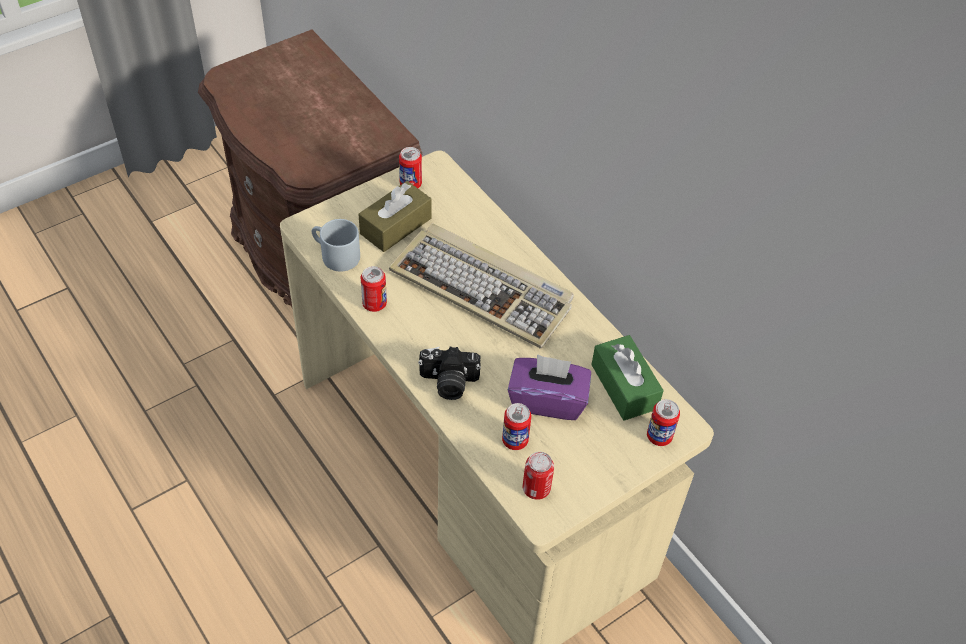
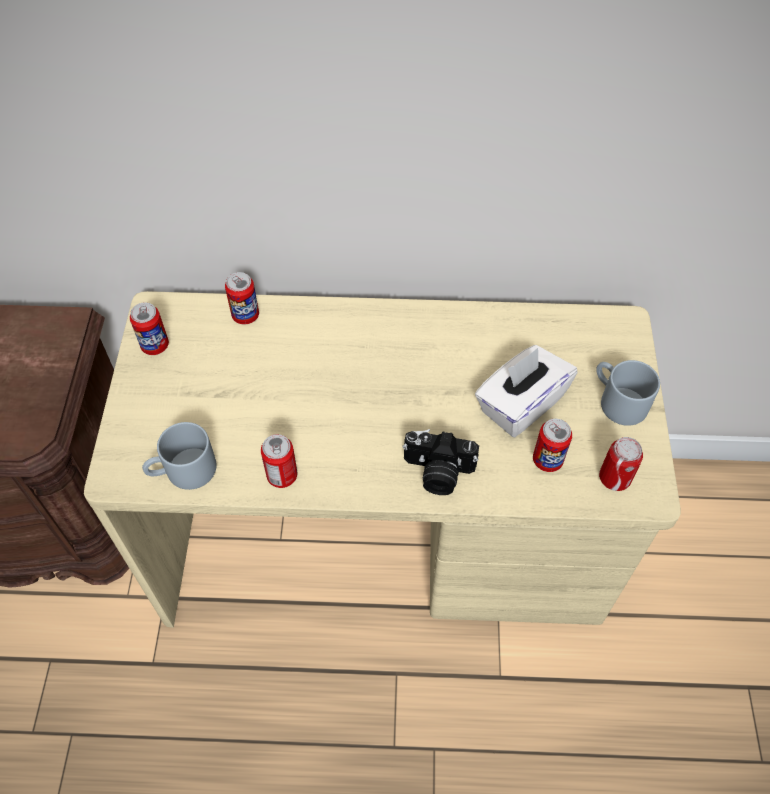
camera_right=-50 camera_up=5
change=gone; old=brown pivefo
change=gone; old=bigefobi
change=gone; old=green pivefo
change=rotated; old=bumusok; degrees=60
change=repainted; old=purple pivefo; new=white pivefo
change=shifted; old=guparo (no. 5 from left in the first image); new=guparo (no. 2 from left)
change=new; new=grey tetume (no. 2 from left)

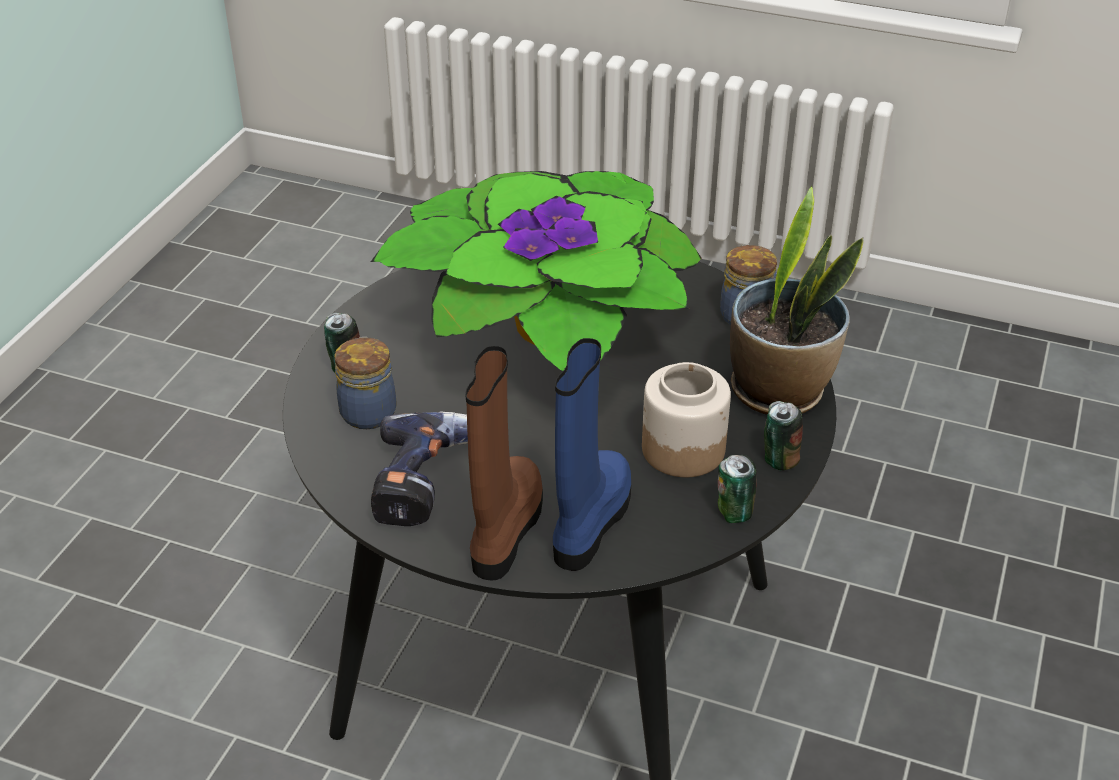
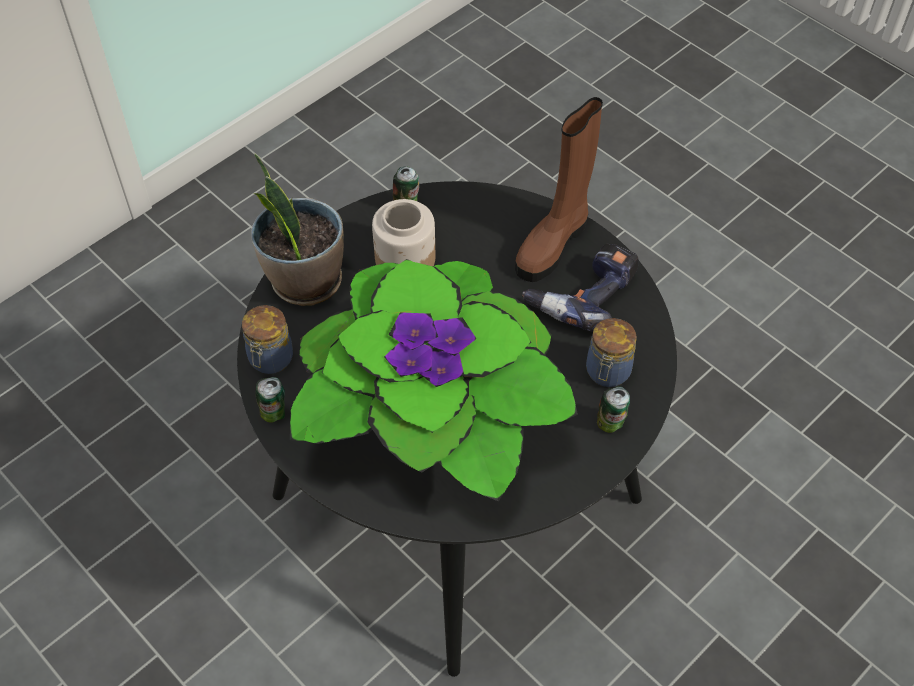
camera_right=-155 camera_up=15
change=gone; old=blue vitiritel
change=shifted; old=guparo (no. 3 from left in the first image); new=guparo (no. 1 from left)

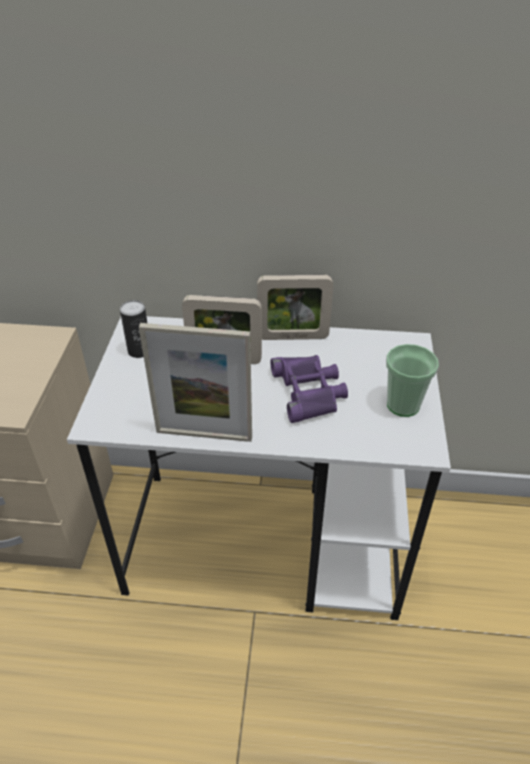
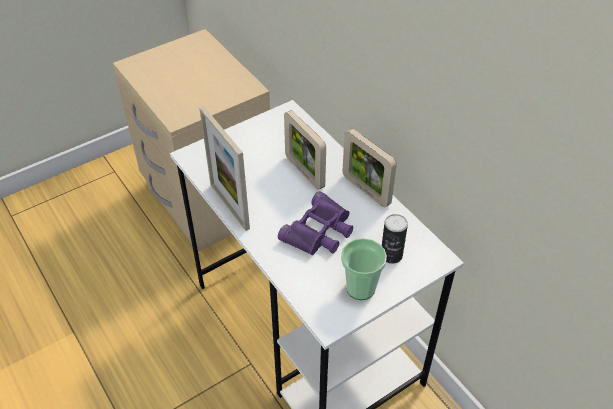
camera_right=50 camera_up=5
change=shifted; old=guparo

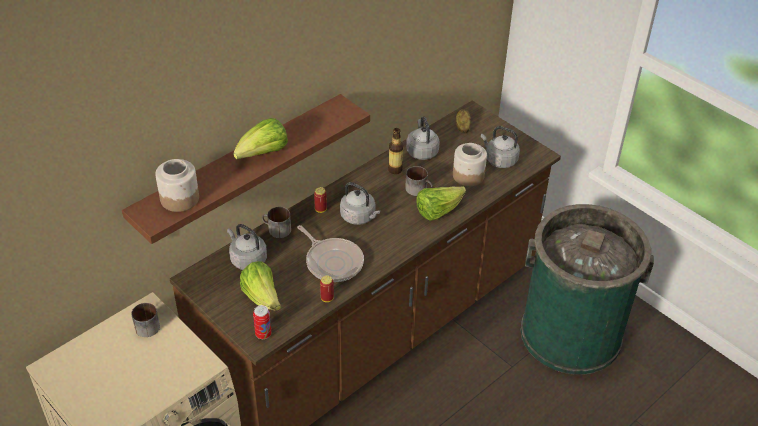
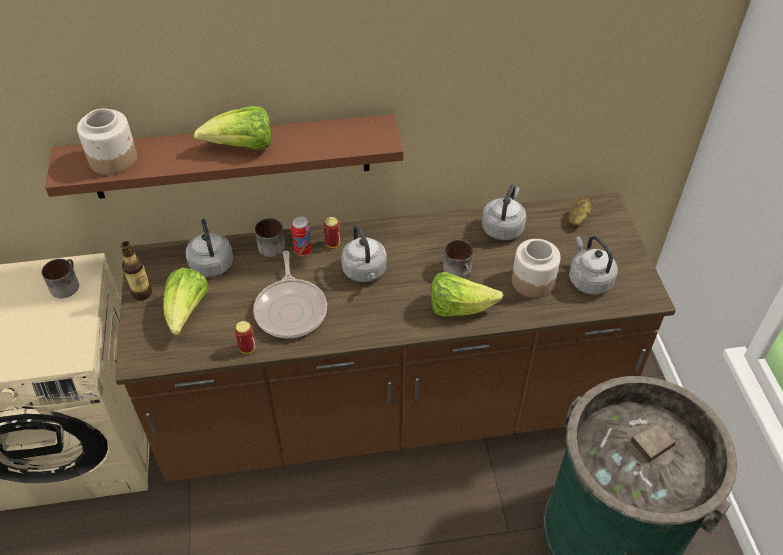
camera_right=35 camera_up=5
change=shifted; old=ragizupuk
change=shifted; old=guparo (no. 1 from left in the first image); new=guparo (no. 2 from left)

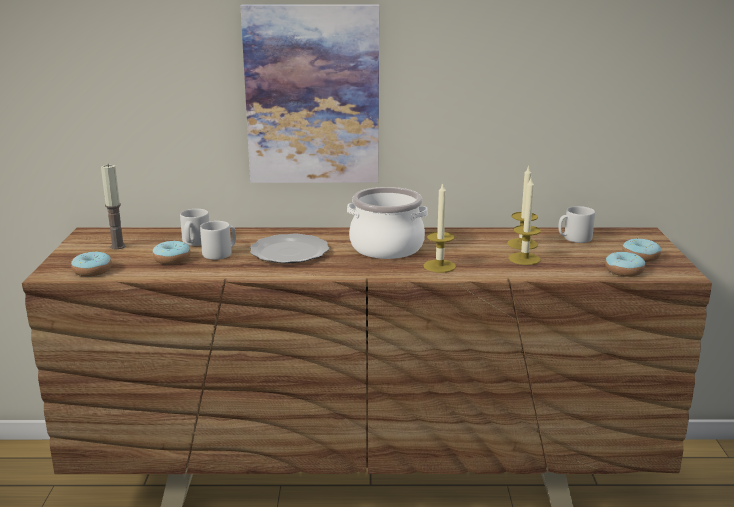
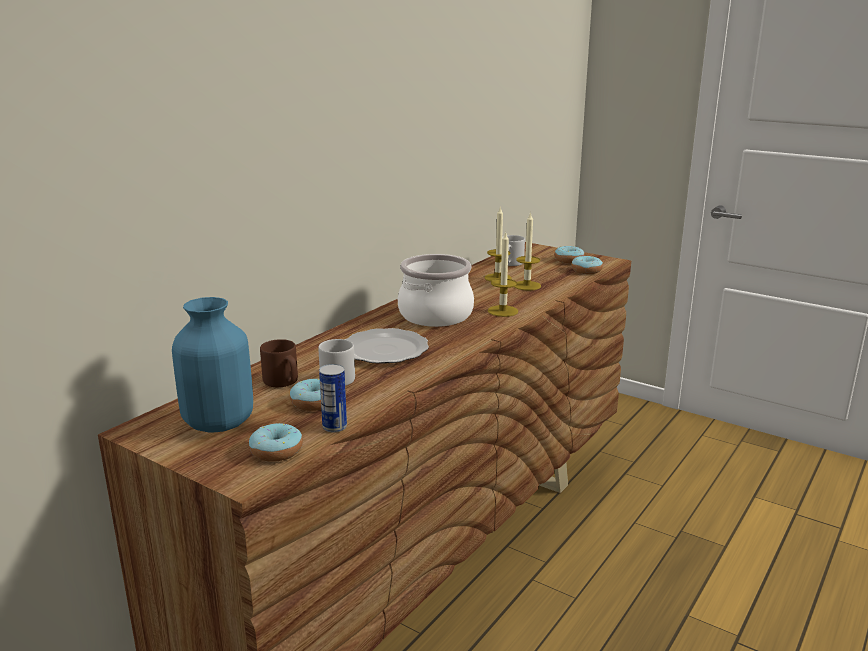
camera_right=-55 camera_up=0
change=gone; old=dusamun
change=swapped; old=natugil (no. 1 from left); new=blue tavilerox
change=repainted; old=grey tetume (no. 1 from left); new=brown tetume
change=new; new=guparo

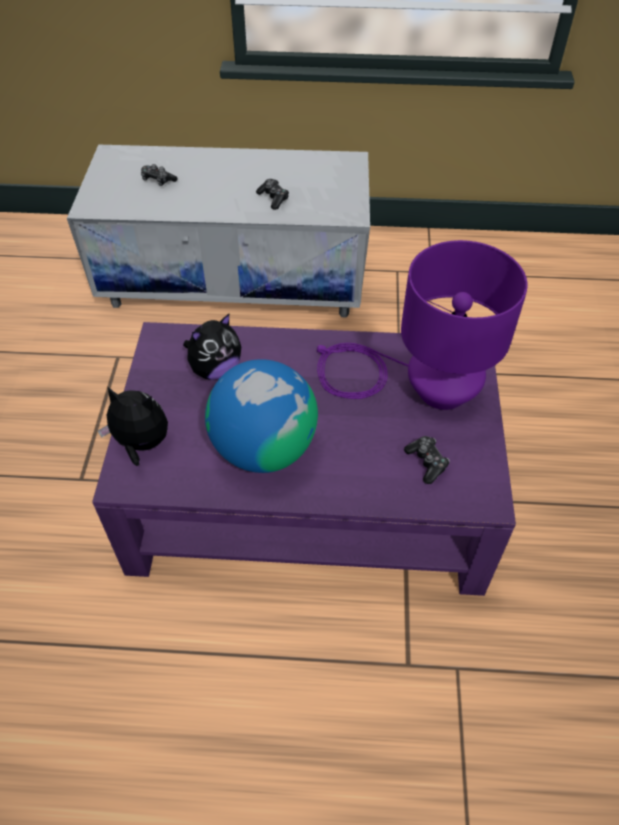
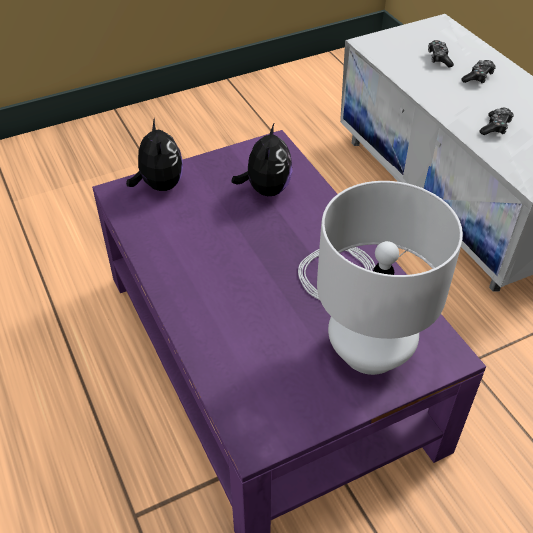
camera_right=60 camera_up=-5
change=repainted; old=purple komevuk; new=white komevuk
change=rotated; old=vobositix (no. 2 from left); degrees=-105
change=gone; old=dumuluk
change=shifted; old=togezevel (no. 3 from left in the first image); new=togezevel (no. 2 from left)

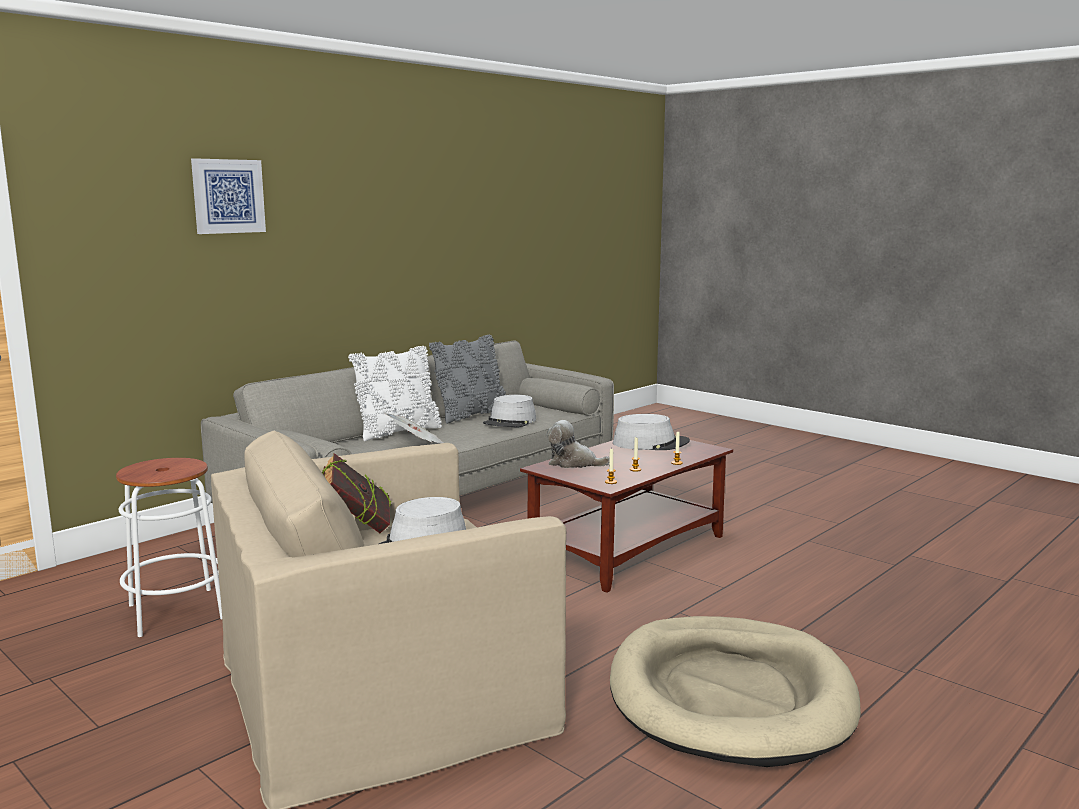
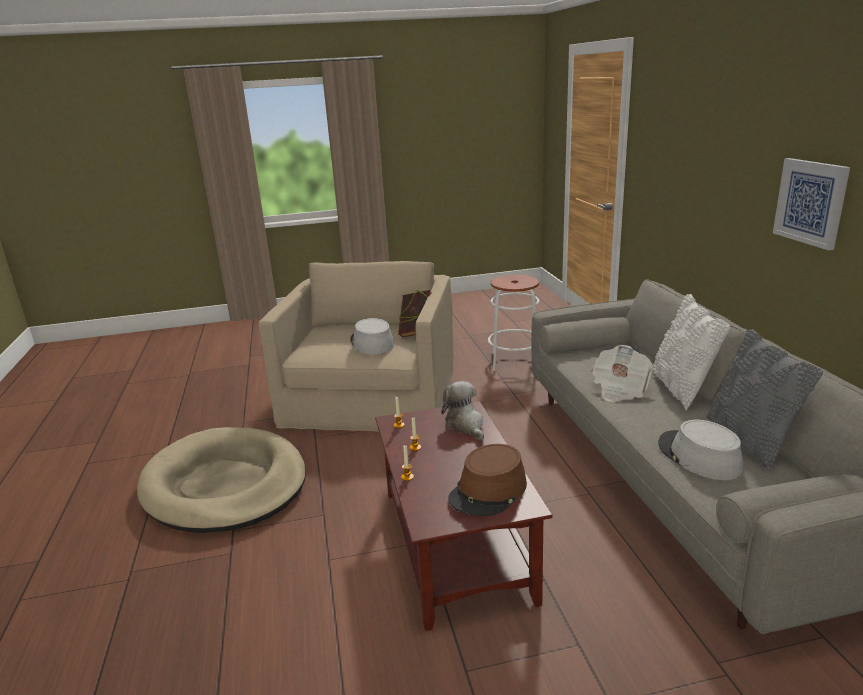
camera_right=125 camera_up=10
change=shifted; old=dusamun
change=repainted; old=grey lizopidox (no. 3 from left); new=brown lizopidox
change=rotated; old=vobositix; degrees=-75

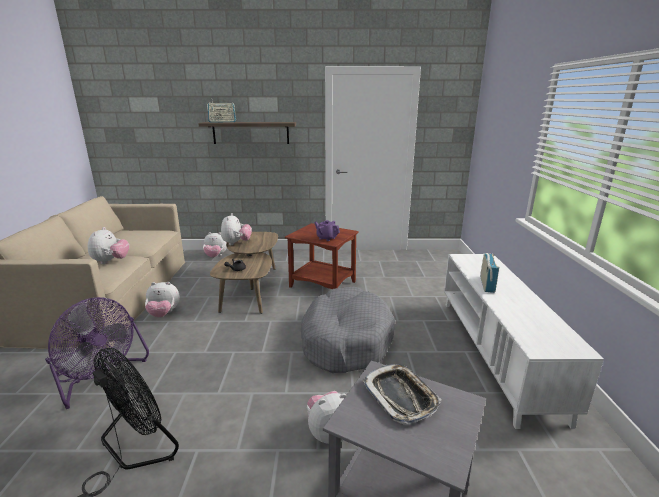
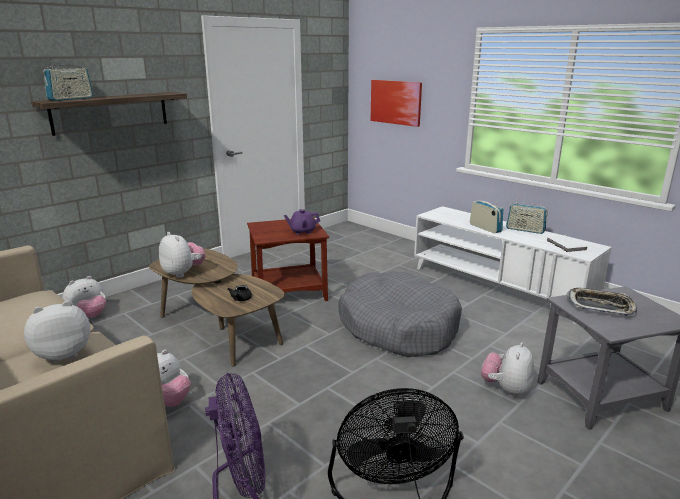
camera_right=-45 camera_up=0
change=rotated; old=vobositix (no. 1 from left); degrees=-75
change=new; new=dusamun
change=new; new=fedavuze (no. 3 from left)
change=new; new=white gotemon

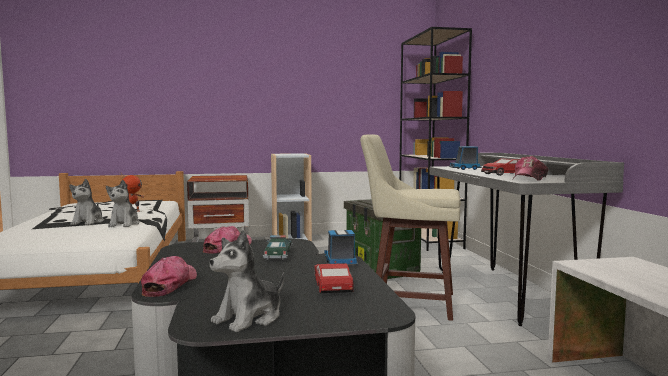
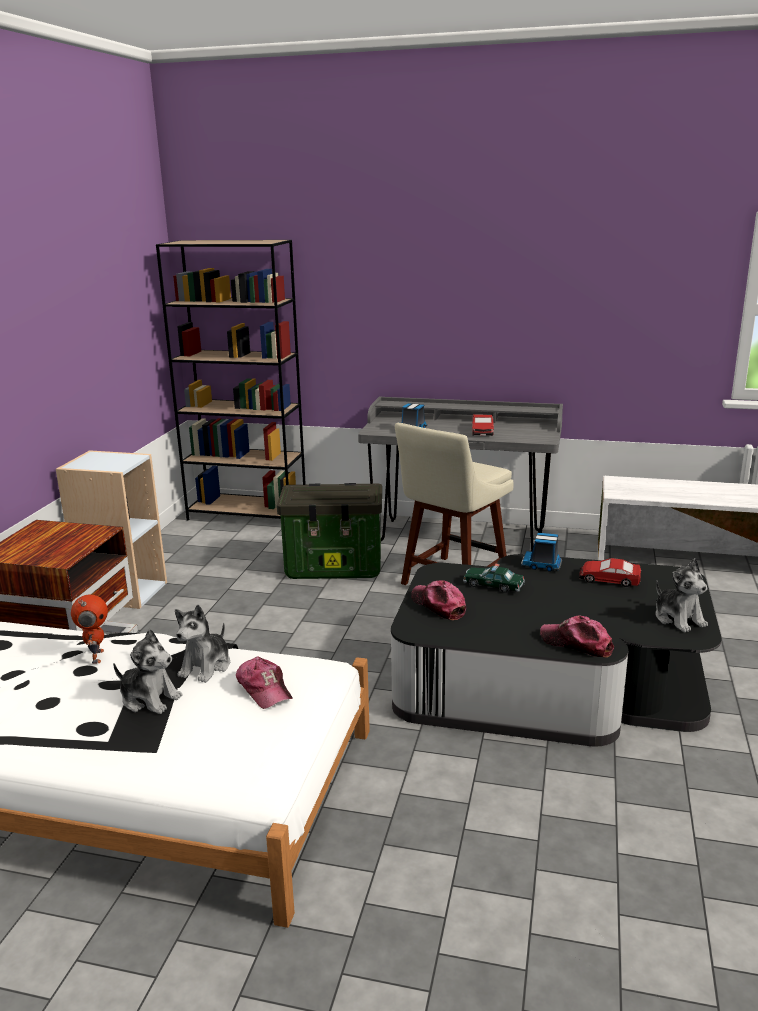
camera_right=-65 camera_up=15
change=shifted; old=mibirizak (no. 3 from left in the first image); new=mibirizak (no. 1 from left)
change=rotated; old=vobositix (no. 2 from left); degrees=90

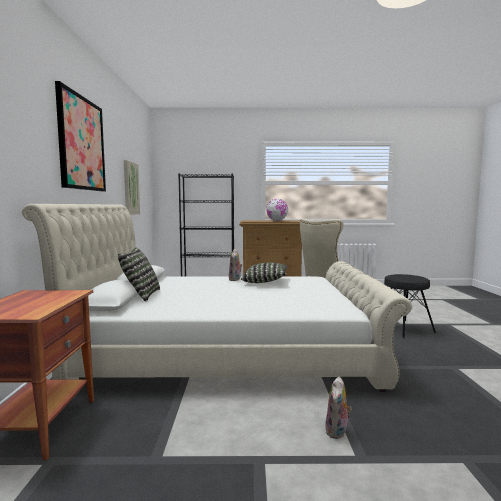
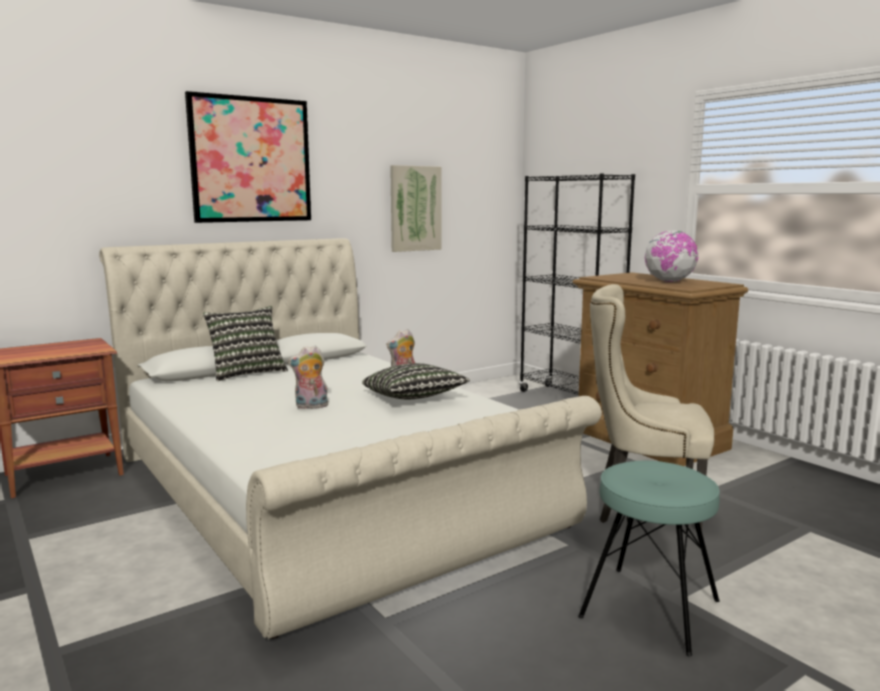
camera_right=55 camera_up=5
change=repainted; old=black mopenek; new=turquoise mopenek
change=shifted; old=vobositix (no. 2 from left in the first image); new=vobositix (no. 1 from left)

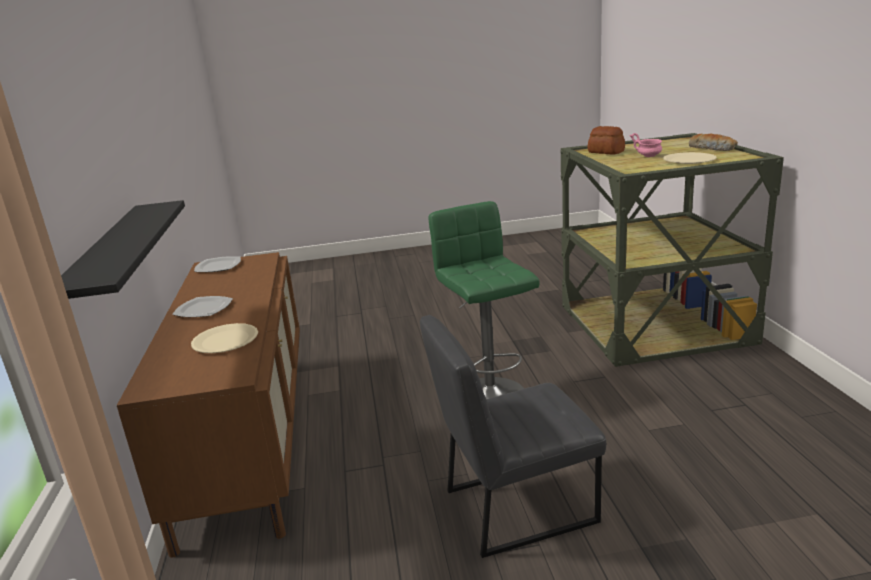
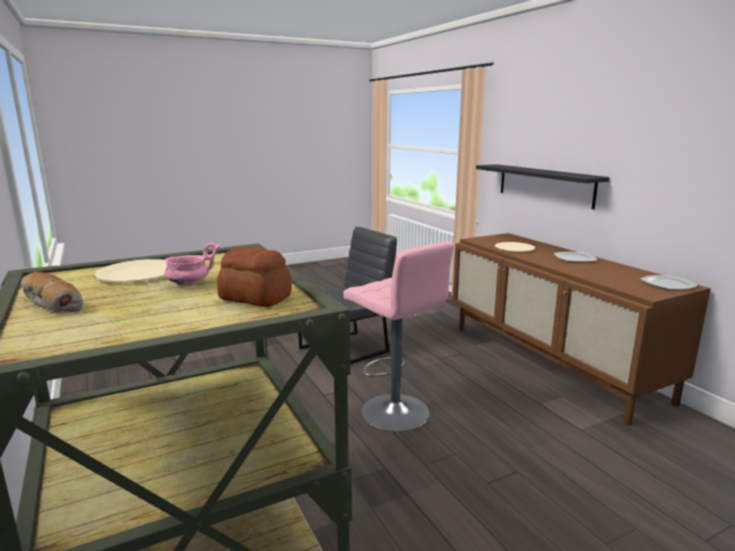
camera_right=160 camera_up=-5
change=repainted; old=green mopenek; new=pink mopenek

